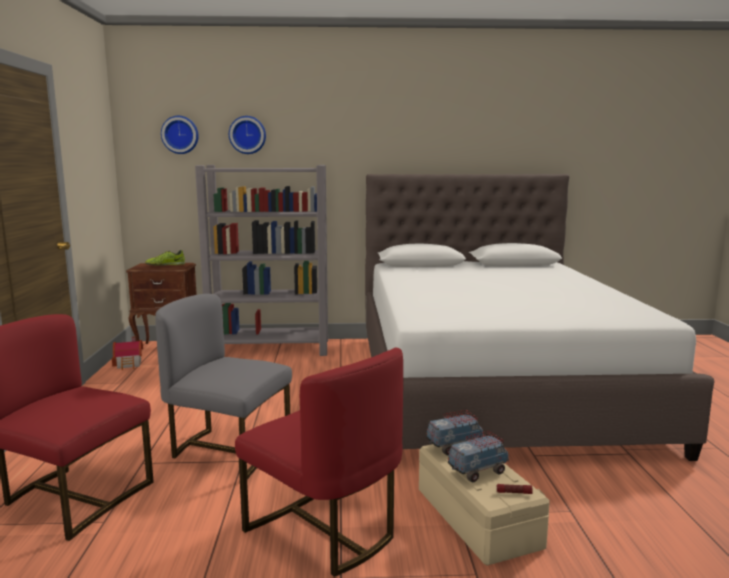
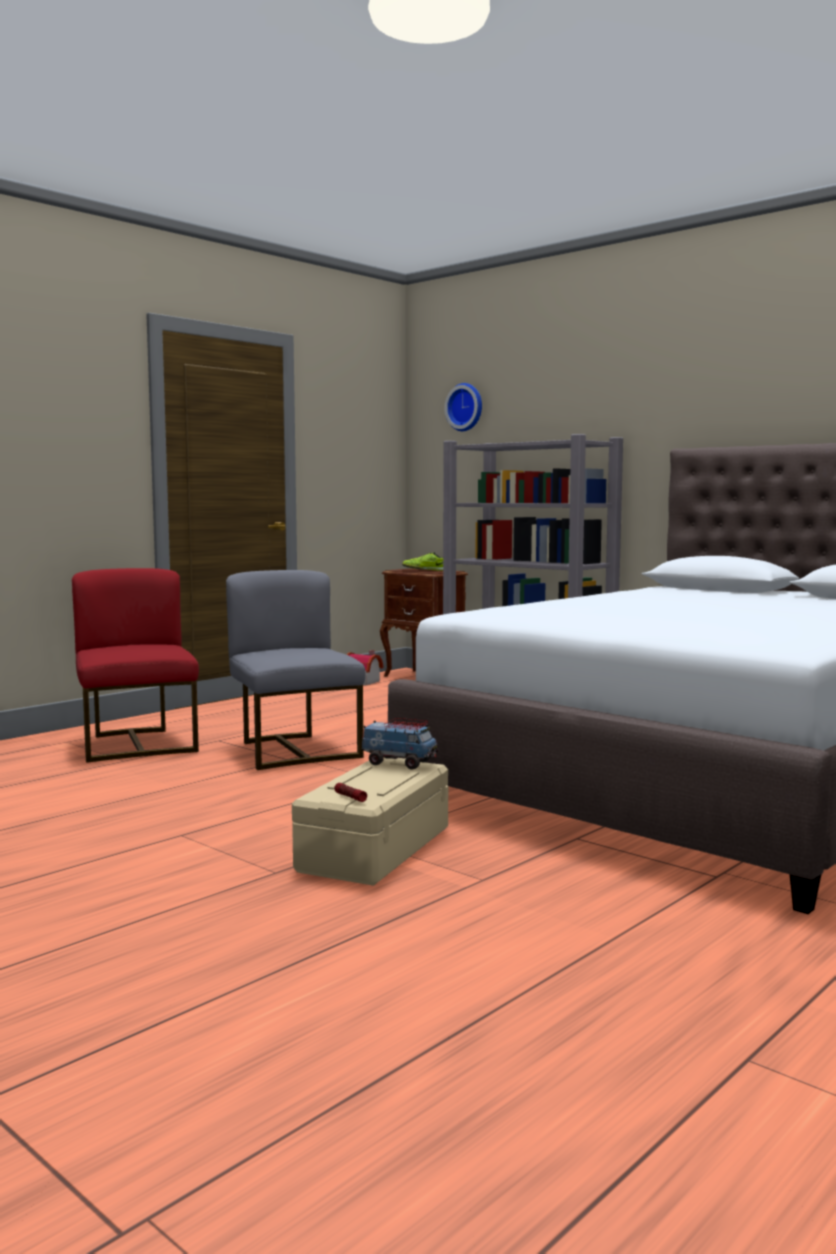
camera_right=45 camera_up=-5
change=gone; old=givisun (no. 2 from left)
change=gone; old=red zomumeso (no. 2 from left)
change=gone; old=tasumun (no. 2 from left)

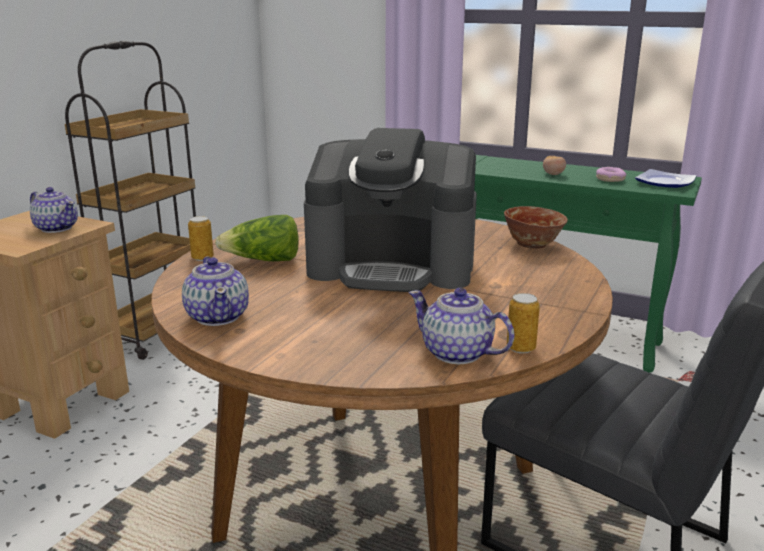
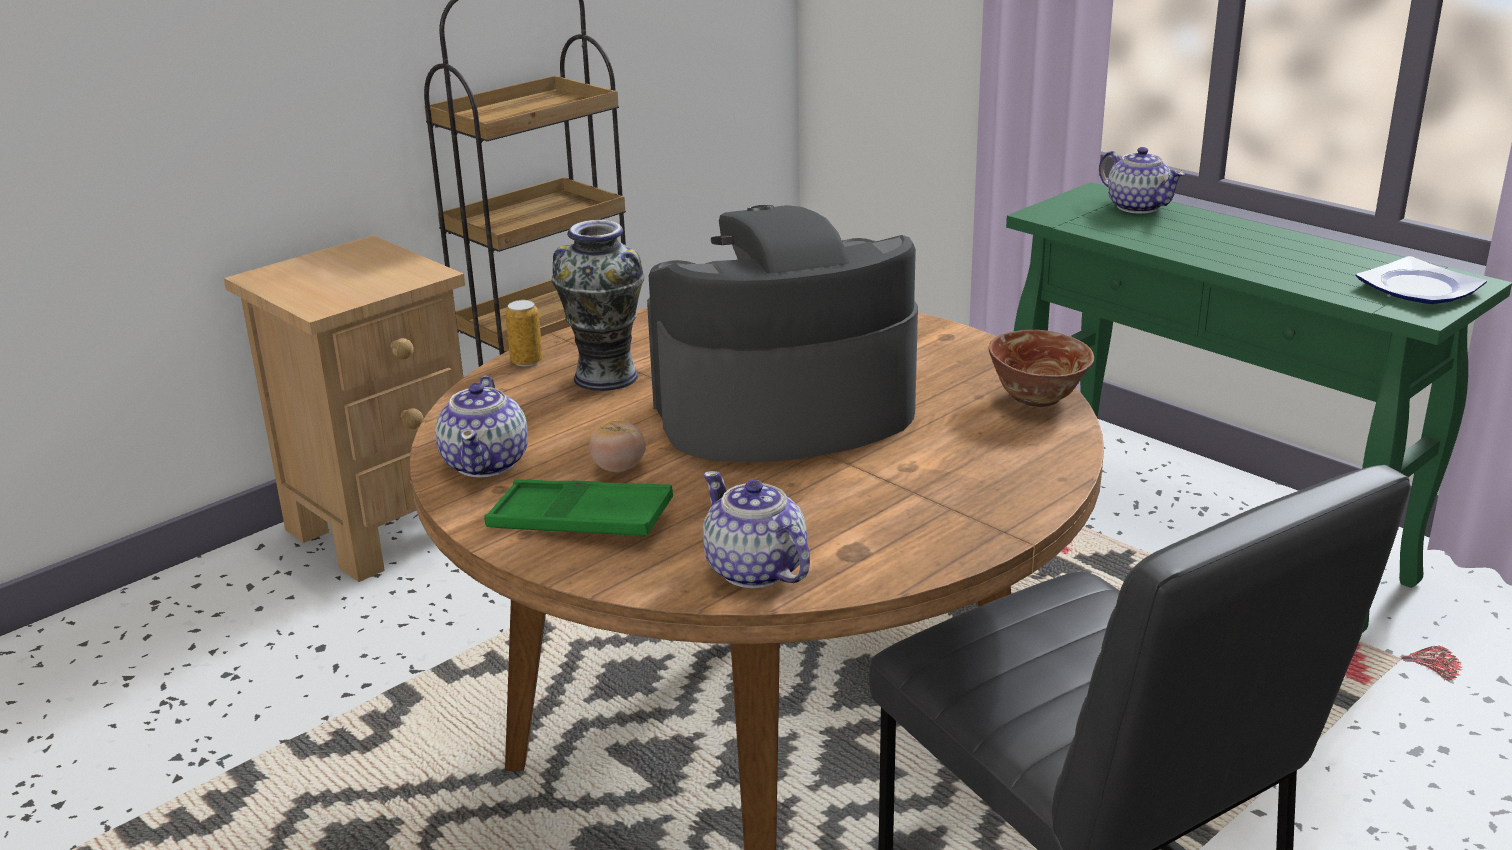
camera_right=20 camera_up=5
change=rotated; old=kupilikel; degrees=135
change=shifted; old=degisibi
change=gone; old=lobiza
change=shifted; old=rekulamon (no. 1 from left in the first image); new=rekulamon (no. 3 from left)
change=swapped; old=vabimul; new=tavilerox
change=gone; old=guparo (no. 2 from left)
change=new; new=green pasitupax

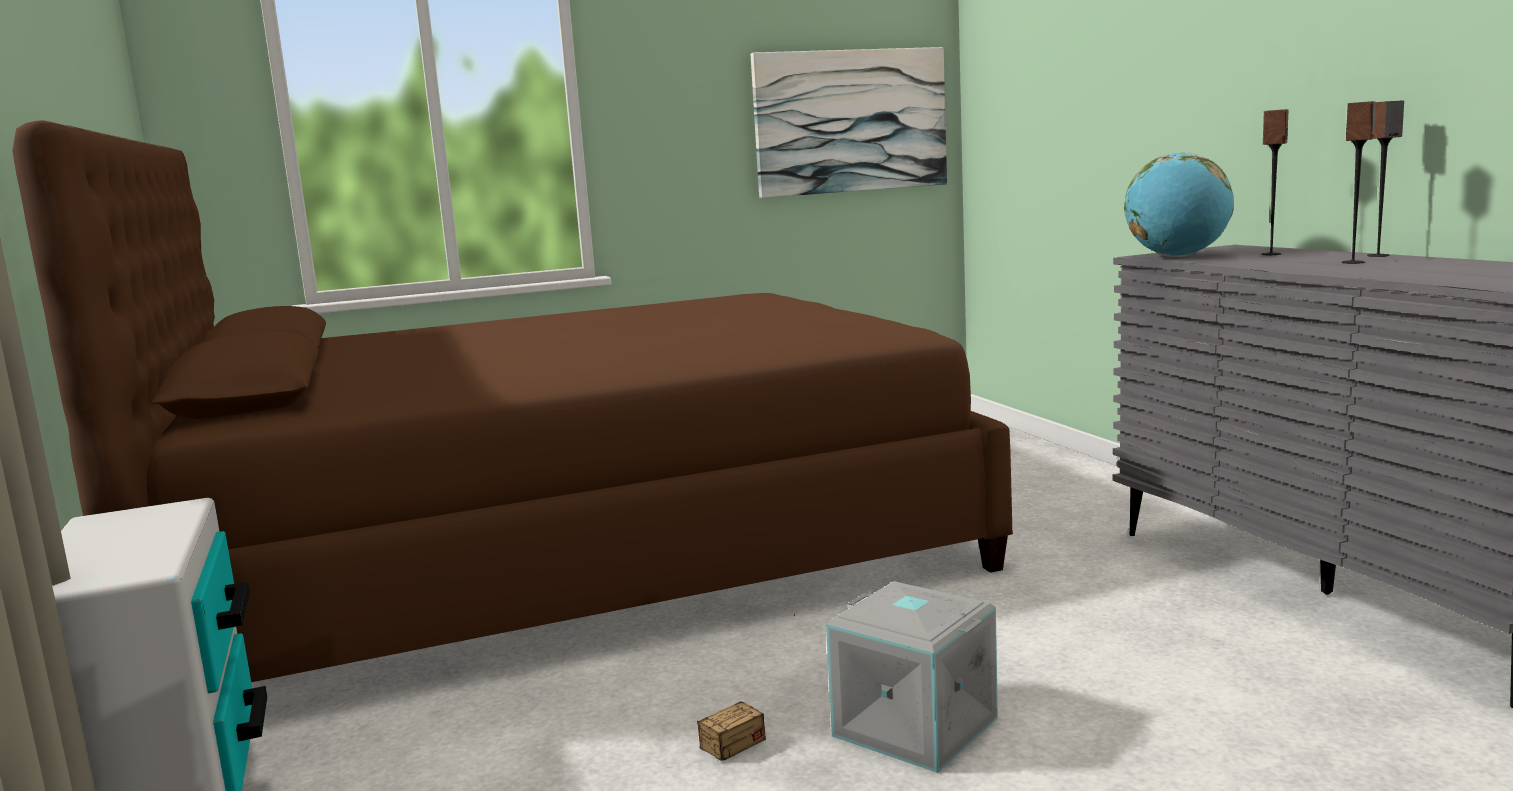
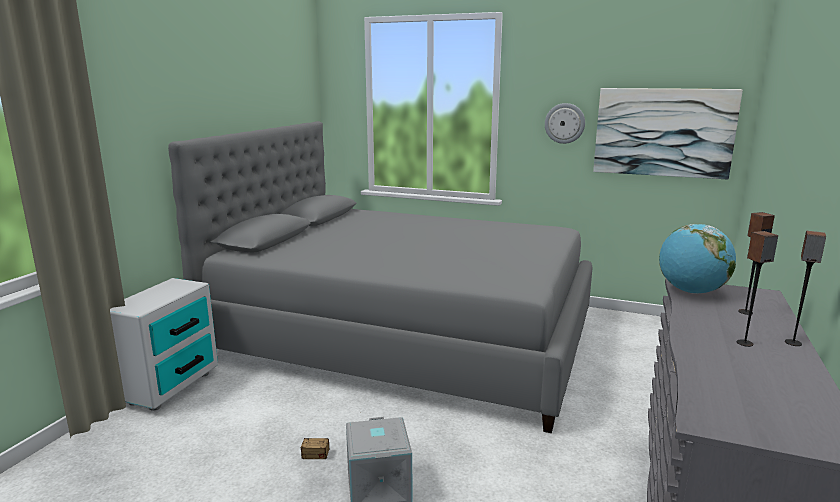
camera_right=40 camera_up=5
change=repainted; old=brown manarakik; new=grey manarakik
change=new; new=givisun

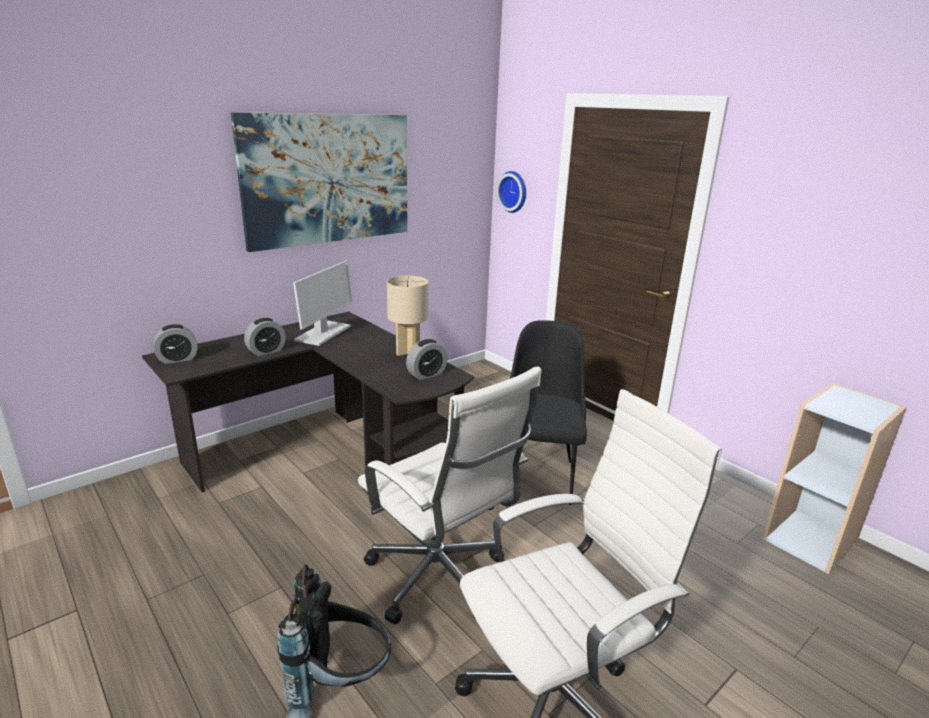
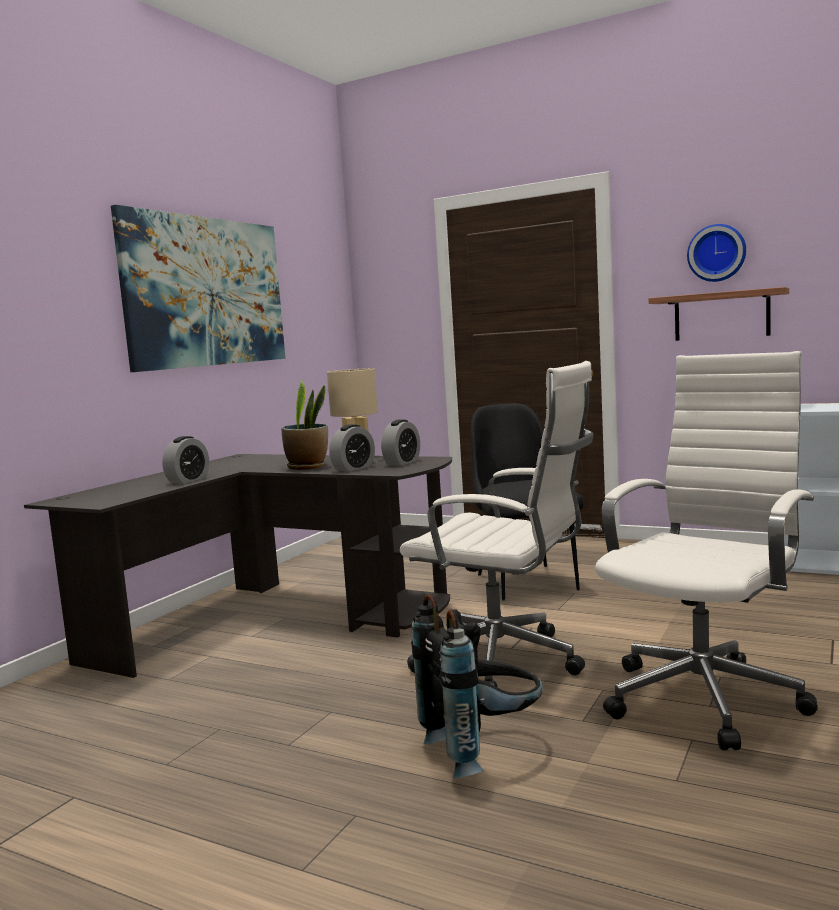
camera_right=-20 camera_up=-15
change=shifted; old=givisun
change=gone; old=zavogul
change=shifted; old=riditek (no. 1 from left in the first image); new=riditek (no. 2 from left)
change=new; new=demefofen
change=new; new=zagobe

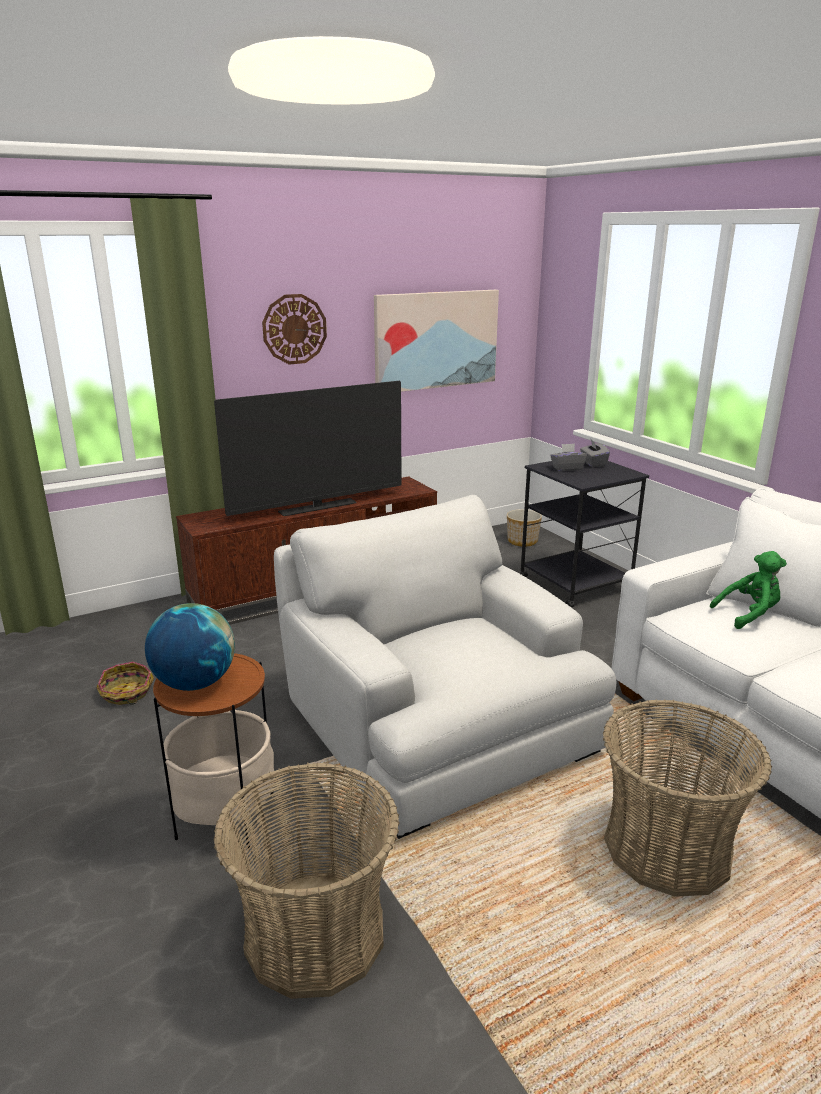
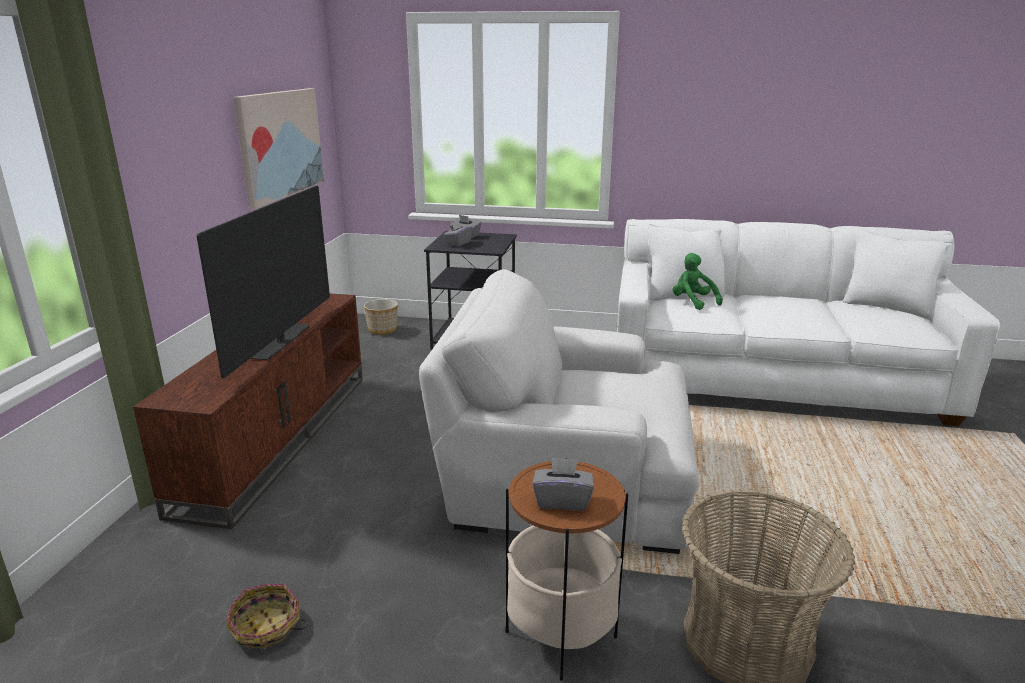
camera_right=-50 camera_up=0
change=gone; old=givisun
change=rotated; old=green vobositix; degrees=-60
change=swapped; old=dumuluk; new=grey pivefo (no. 3 from left)
change=gone; old=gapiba (no. 3 from left)

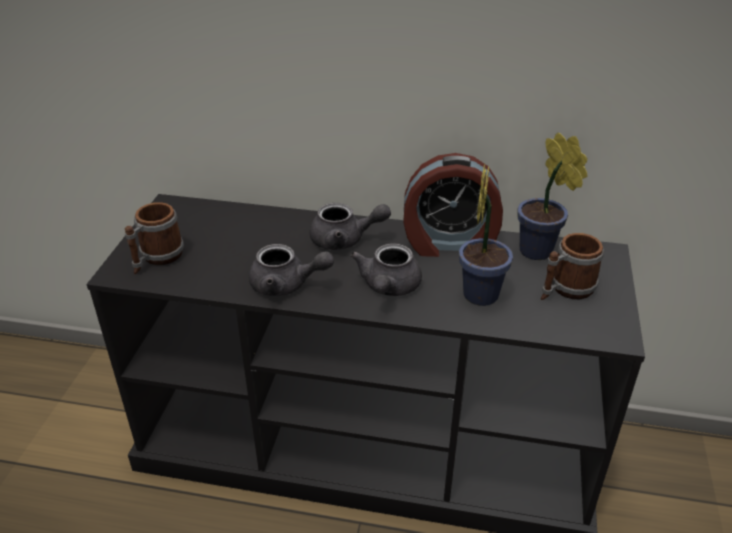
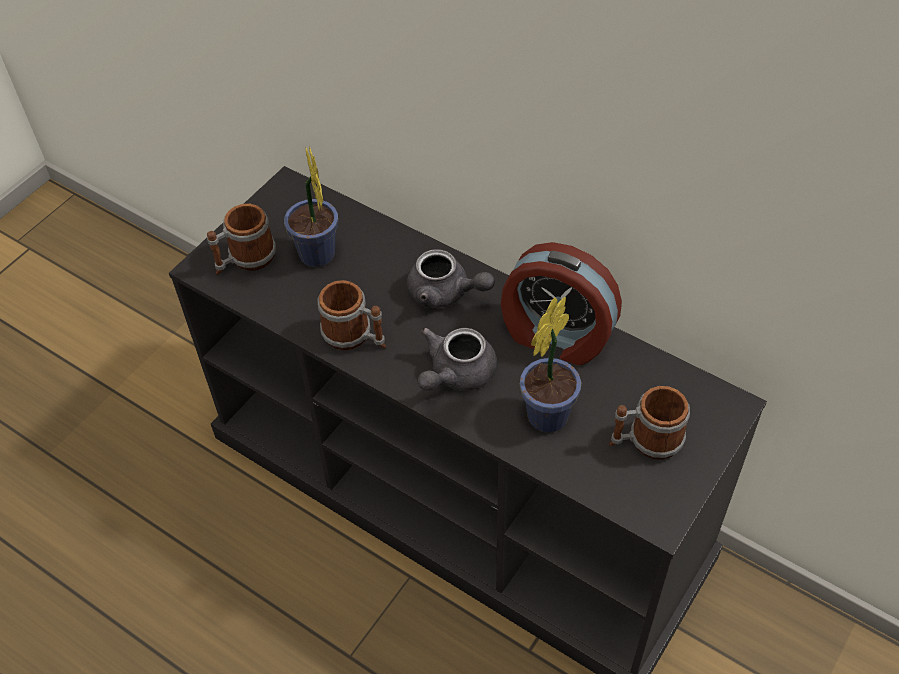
camera_right=25 camera_up=15
change=shifted; old=zagobe (no. 2 from left in the first image); new=zagobe (no. 1 from left)
change=swapped; old=grey rekulamon (no. 1 from left); new=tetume (no. 2 from left)

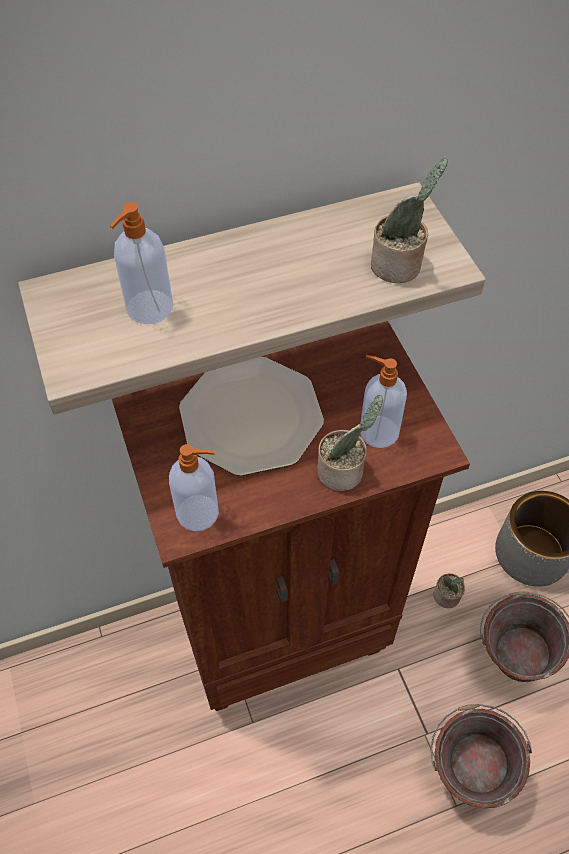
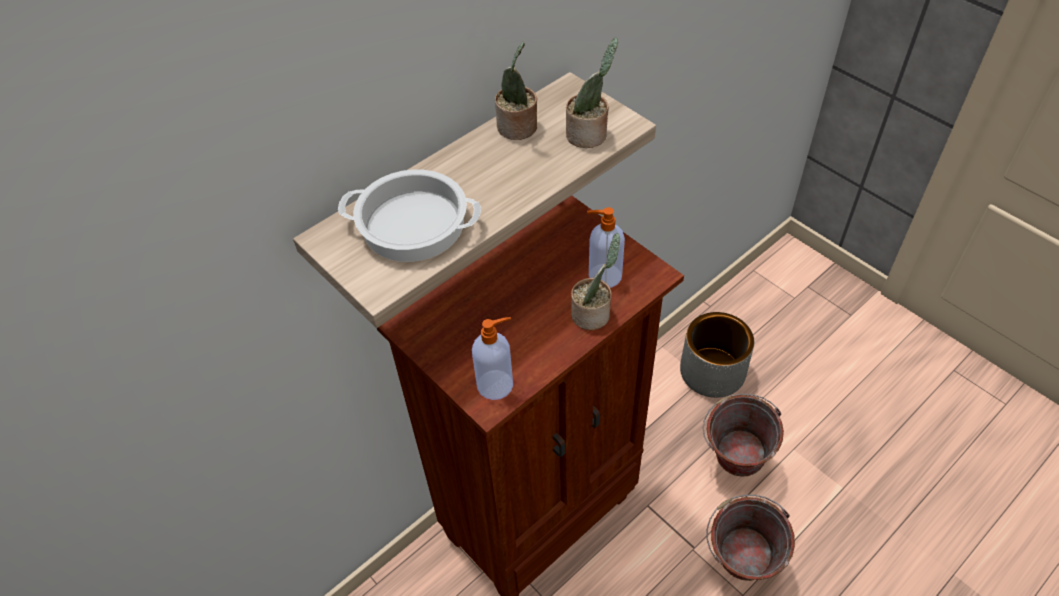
camera_right=-20 camera_up=-5
change=swapped; old=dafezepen (no. 1 from left); new=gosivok
change=gone; old=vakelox
change=shifted; old=zagobe (no. 3 from left in the first image); new=zagobe (no. 1 from left)

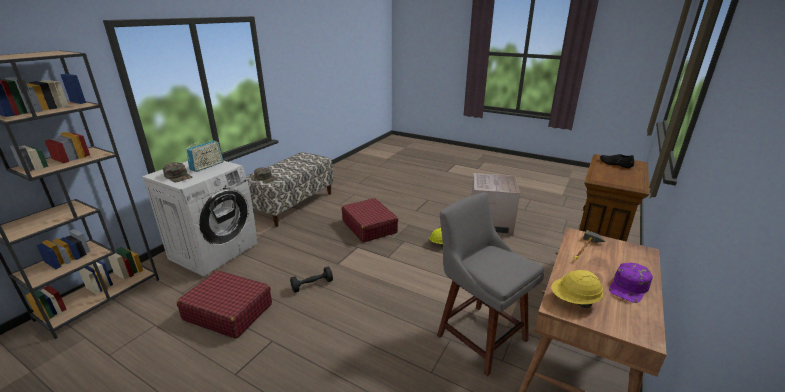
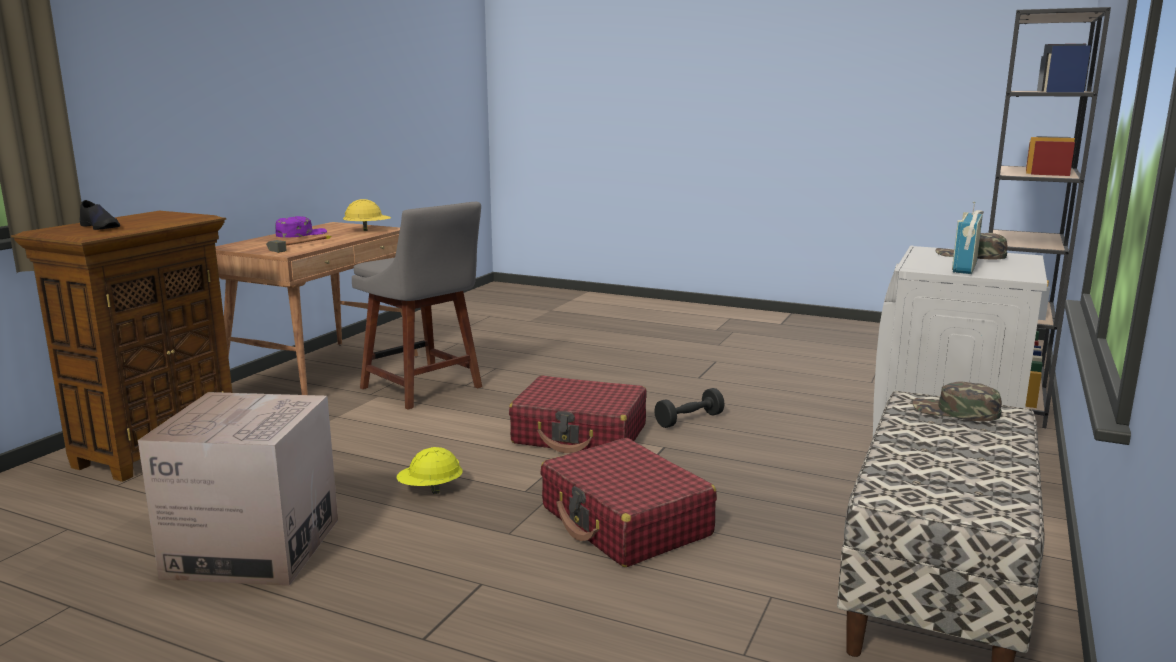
camera_right=175 camera_up=-10
change=shifted; old=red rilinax (no. 1 from left)

